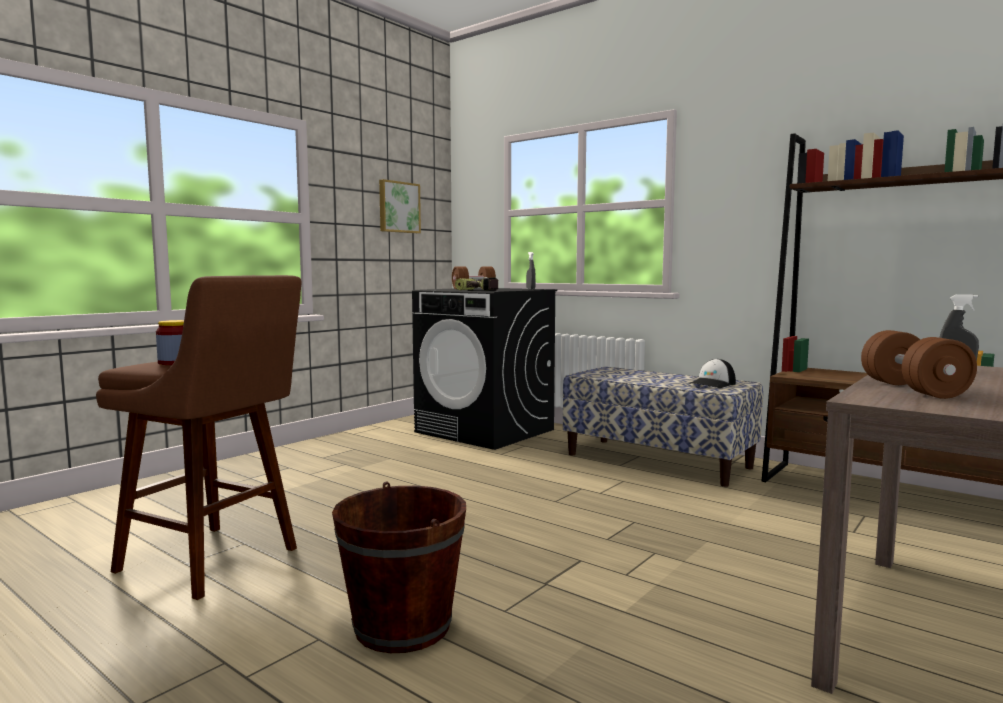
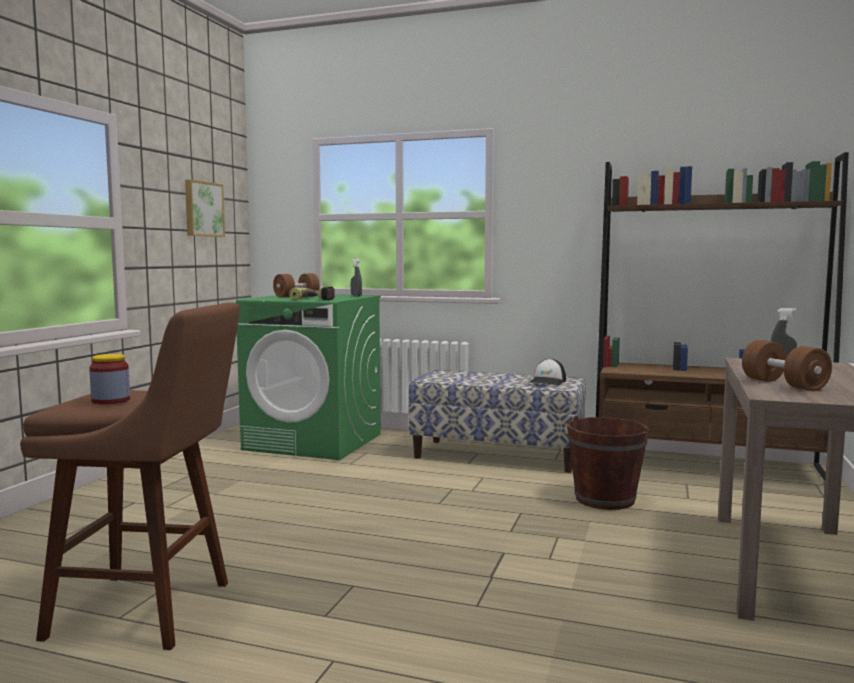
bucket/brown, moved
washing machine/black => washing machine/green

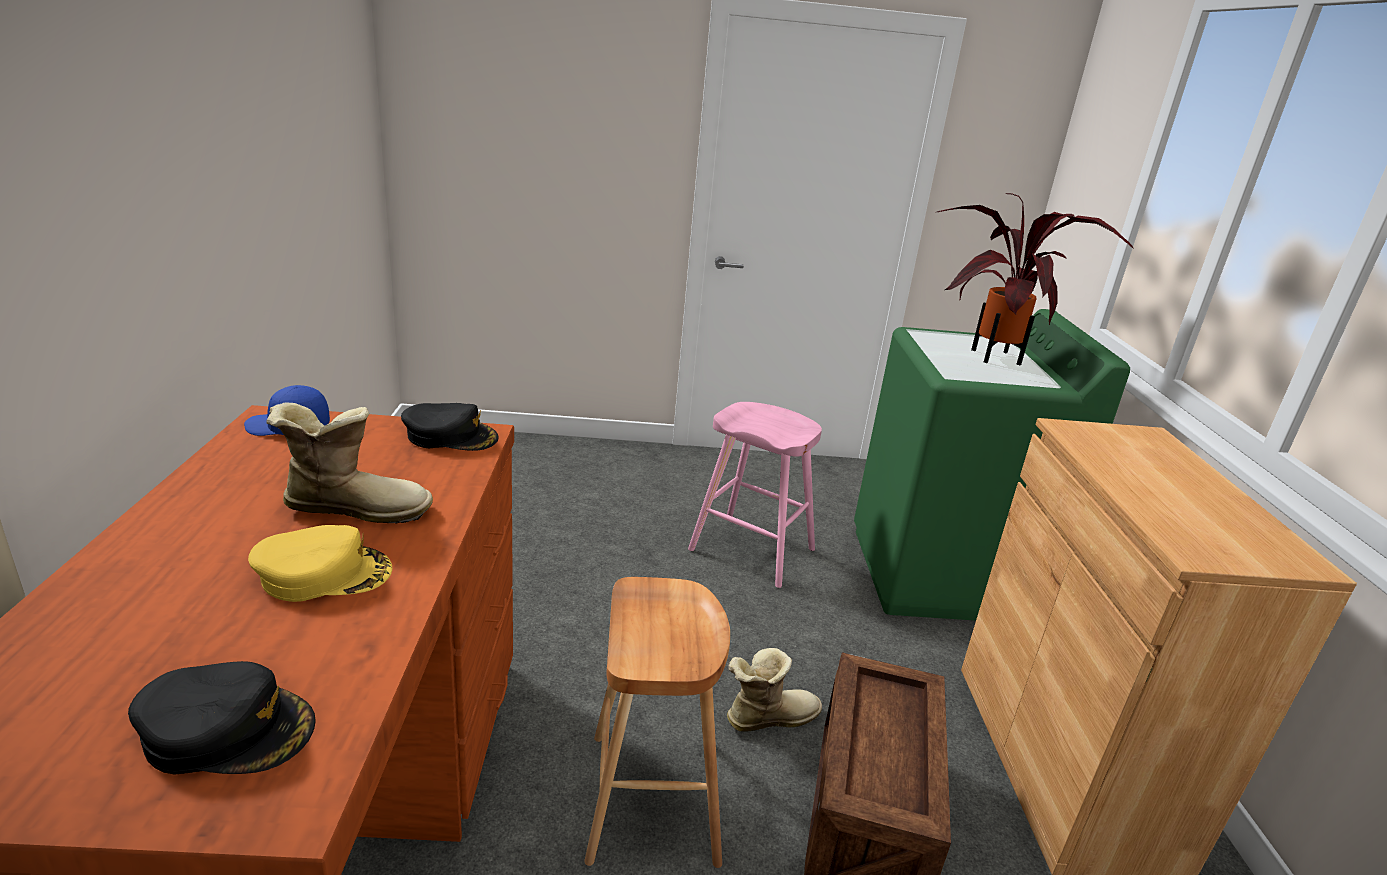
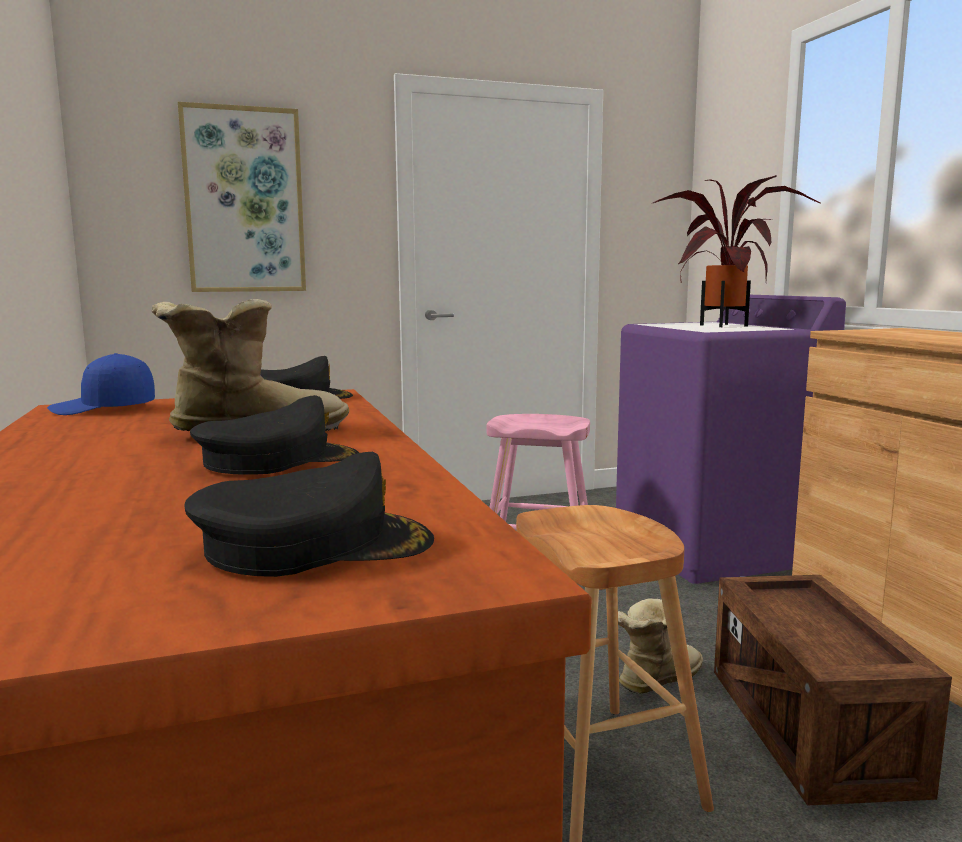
nothing => picture
cap/yellow => cap/black (1st from left)
washing machine/green => washing machine/purple

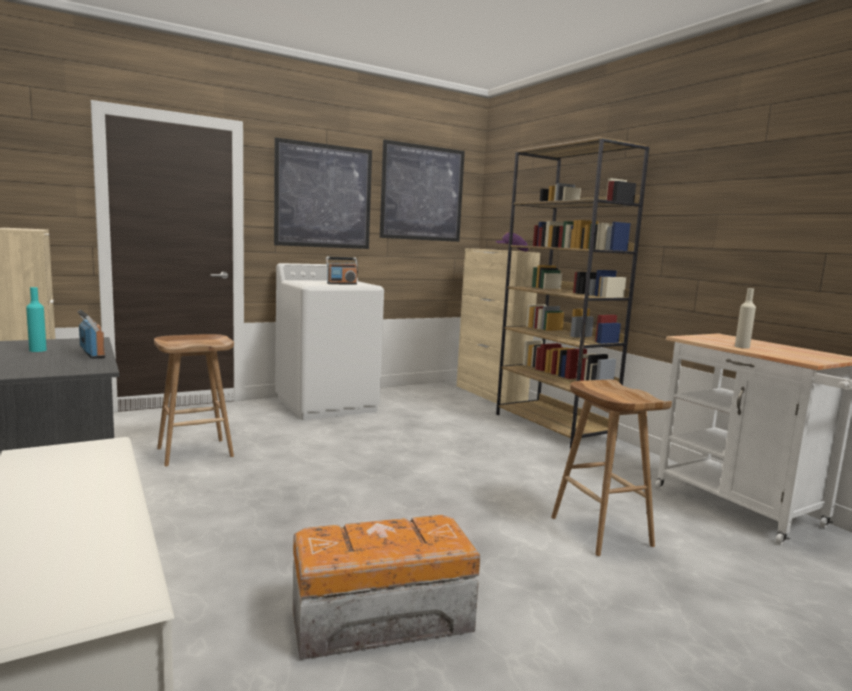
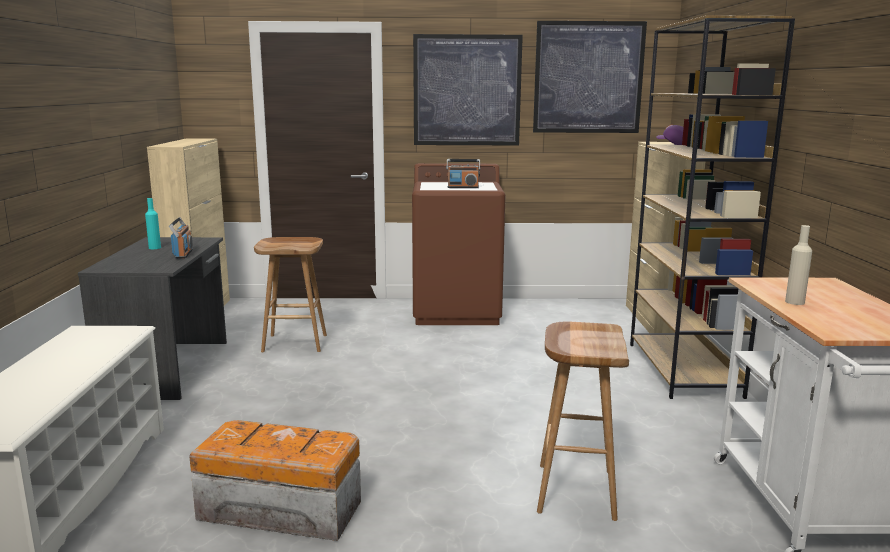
washing machine/white => washing machine/brown

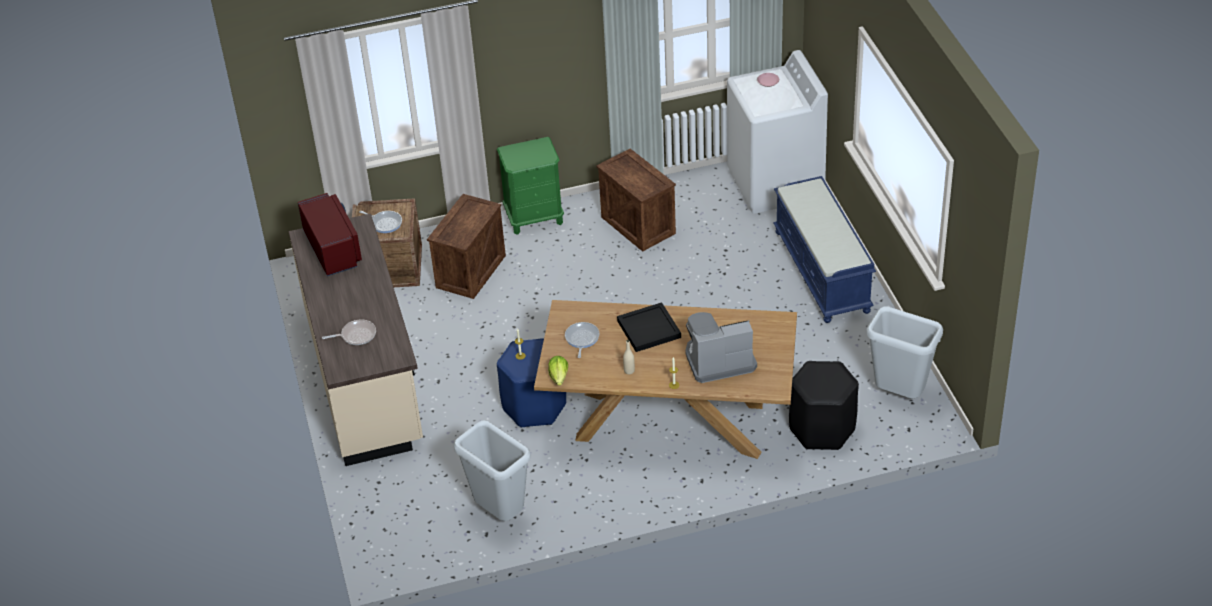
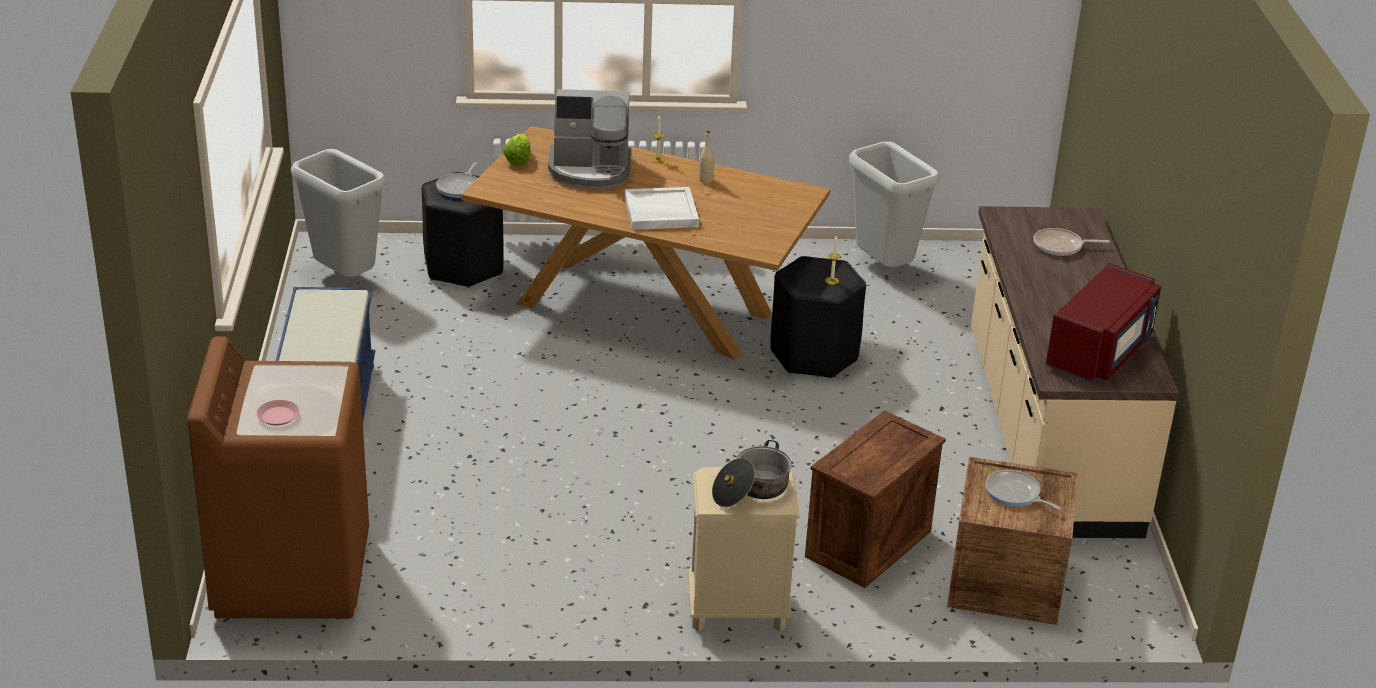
crate (3rd from left) => nothing
nothing => cooking pot
lettuce, moved
frying pan (3rd from left in the first image) => frying pan (1st from left), moved
nightstand/green => nightstand/beige
stool/blue => stool/black (2nd from left)
tray/black => tray/white
washing machine/white => washing machine/brown
microwave/red, 135 degrees counterclockwise

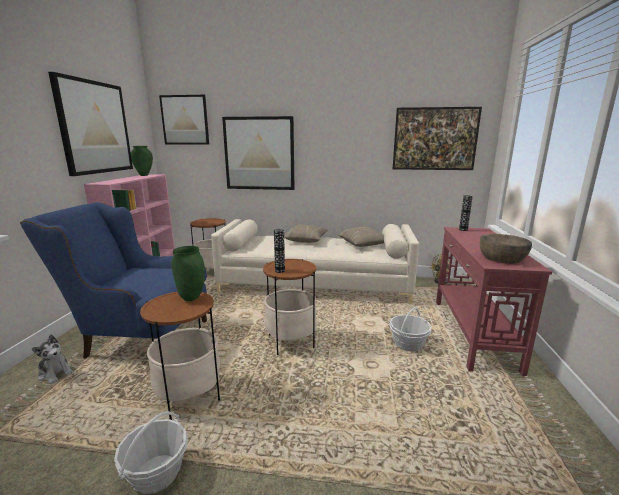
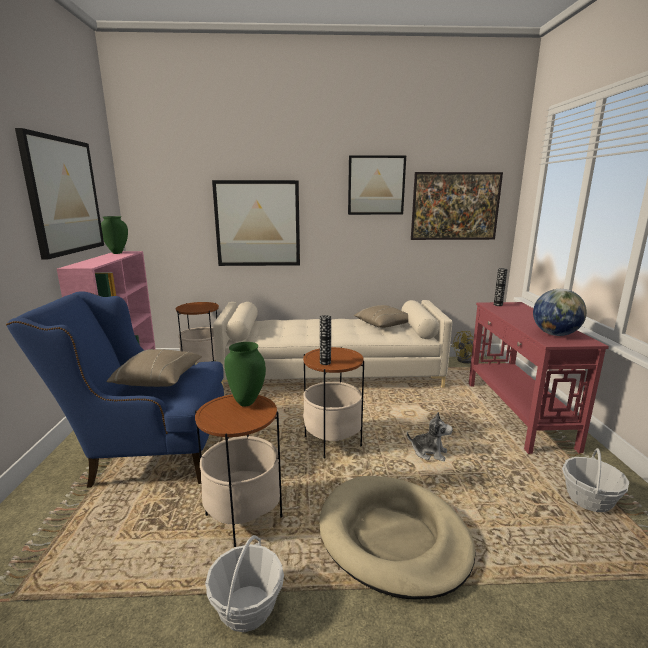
nothing => dog bed/beige
plush toy, moved
picture (2nd from left in the first image) => picture (3rd from left), moved
pillow/beige (1st from left), moved
basket (2nd from left), moved
bowl/brown => globe

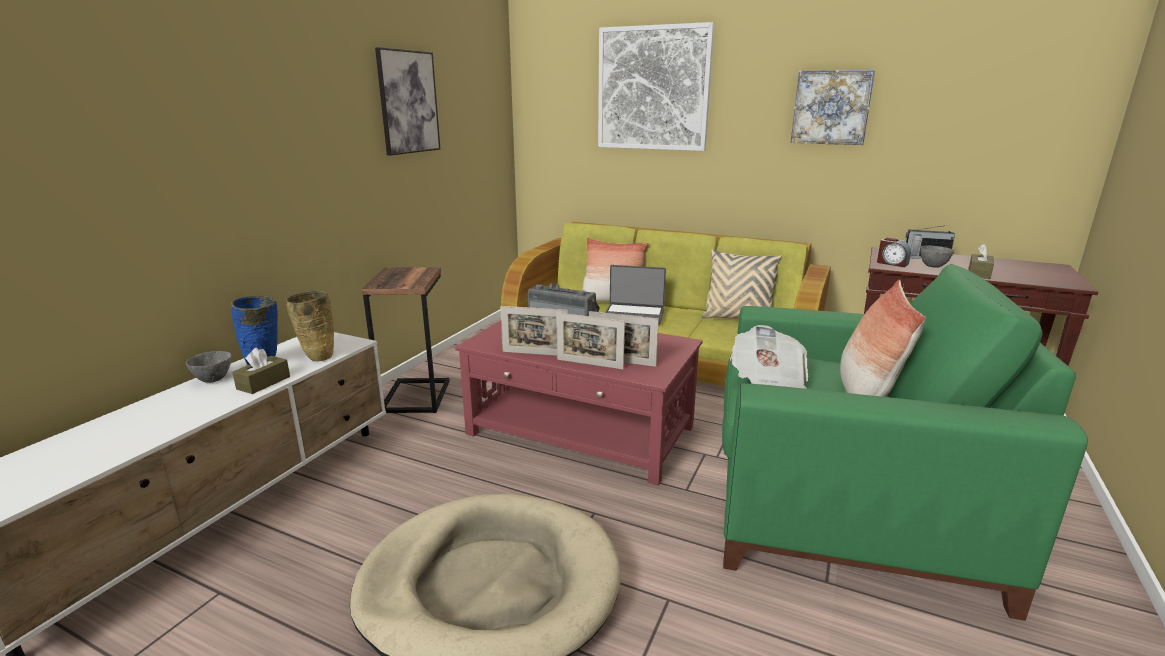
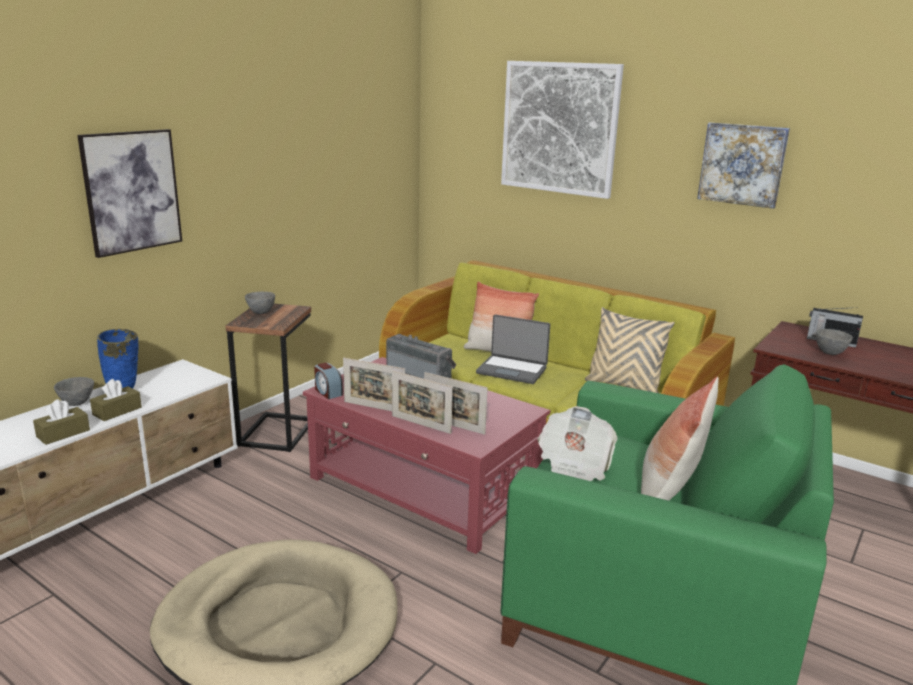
vase/beige => nothing
nothing => bowl/grey (2nd from left)
picture (1st from left), moved
alarm clock, moved
tissue box/brown (2nd from left in the first image) => tissue box/brown (1st from left), moved

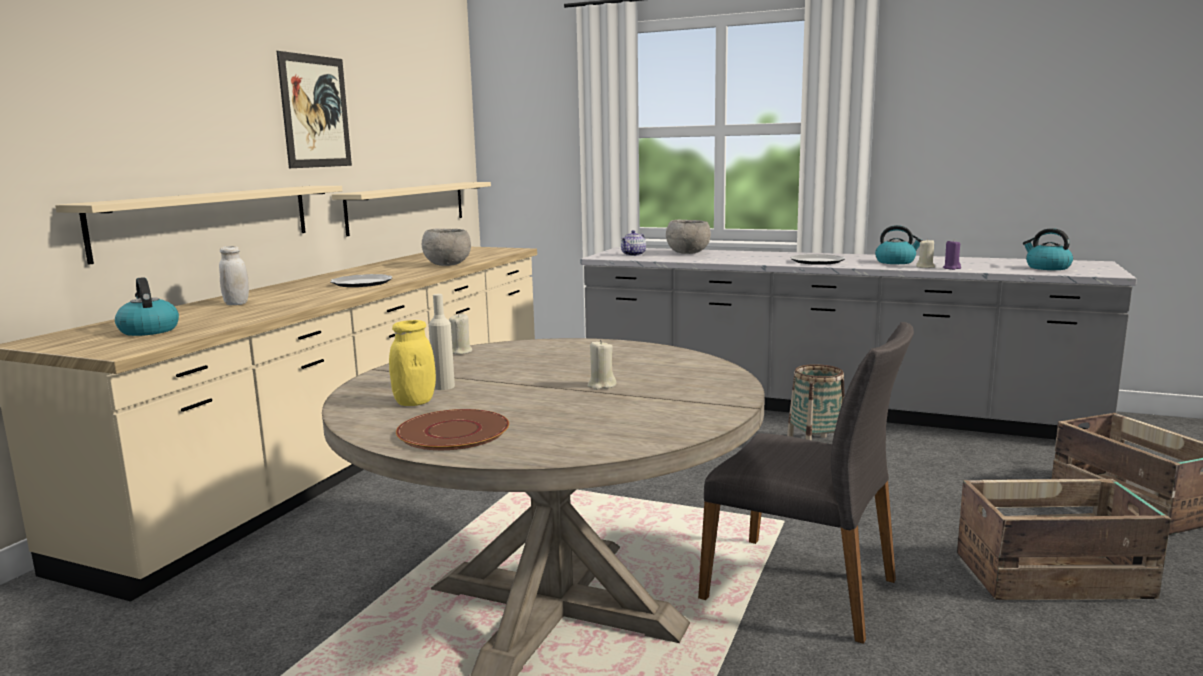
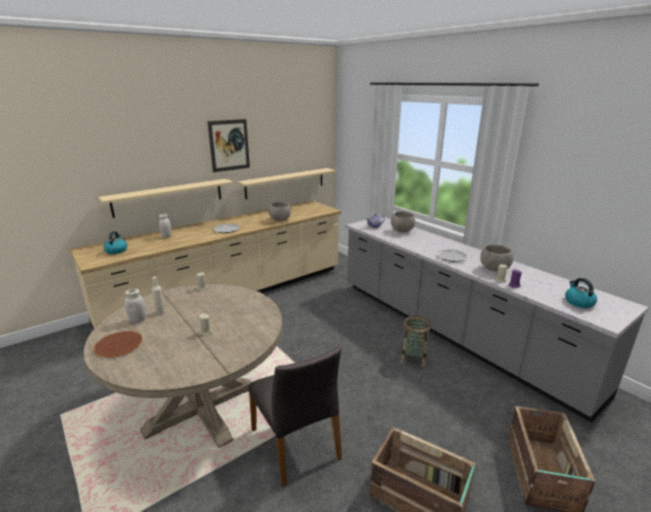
kettle (2nd from left) => bowl/grey (3rd from left)
jar/yellow => jar/white (1st from left)

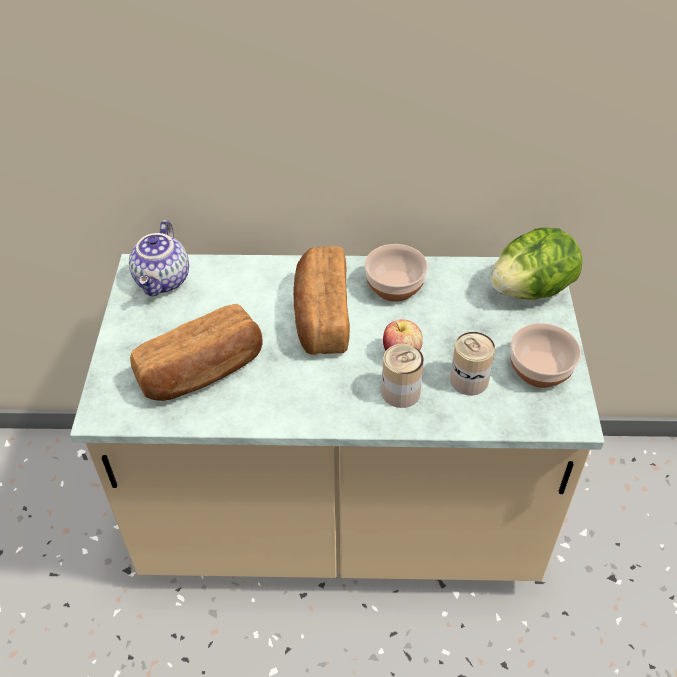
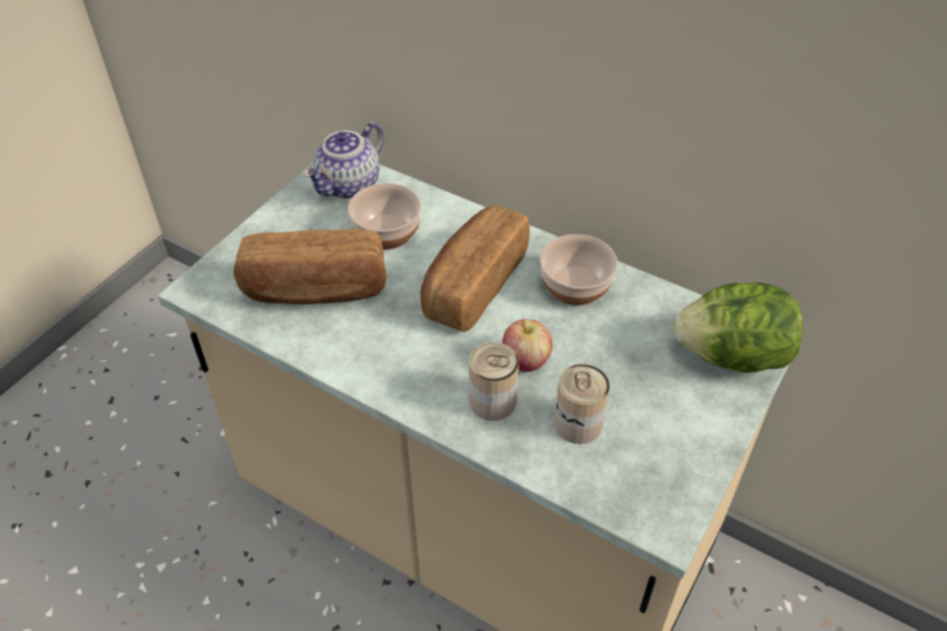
bowl (2nd from left in the first image) => bowl (1st from left), moved

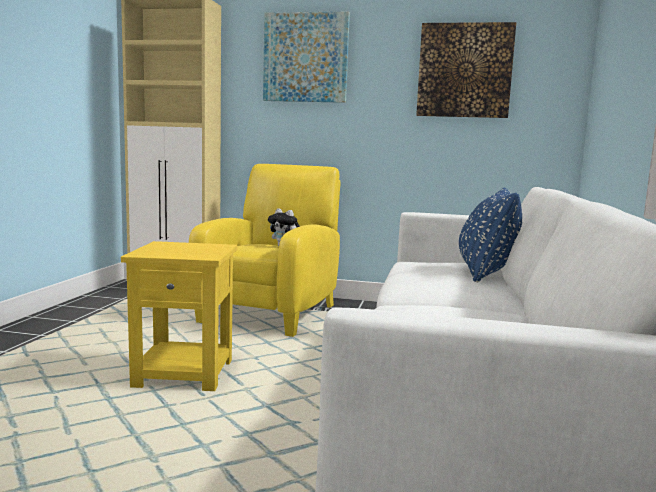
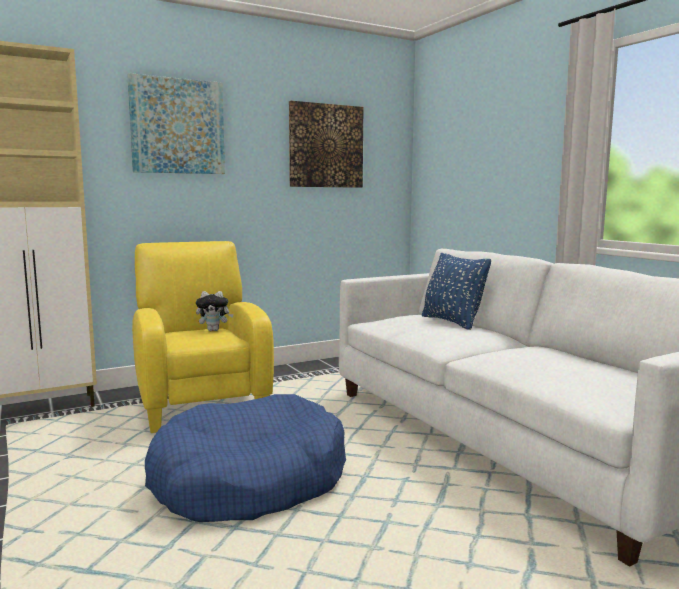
side table/yellow => dog bed/blue

